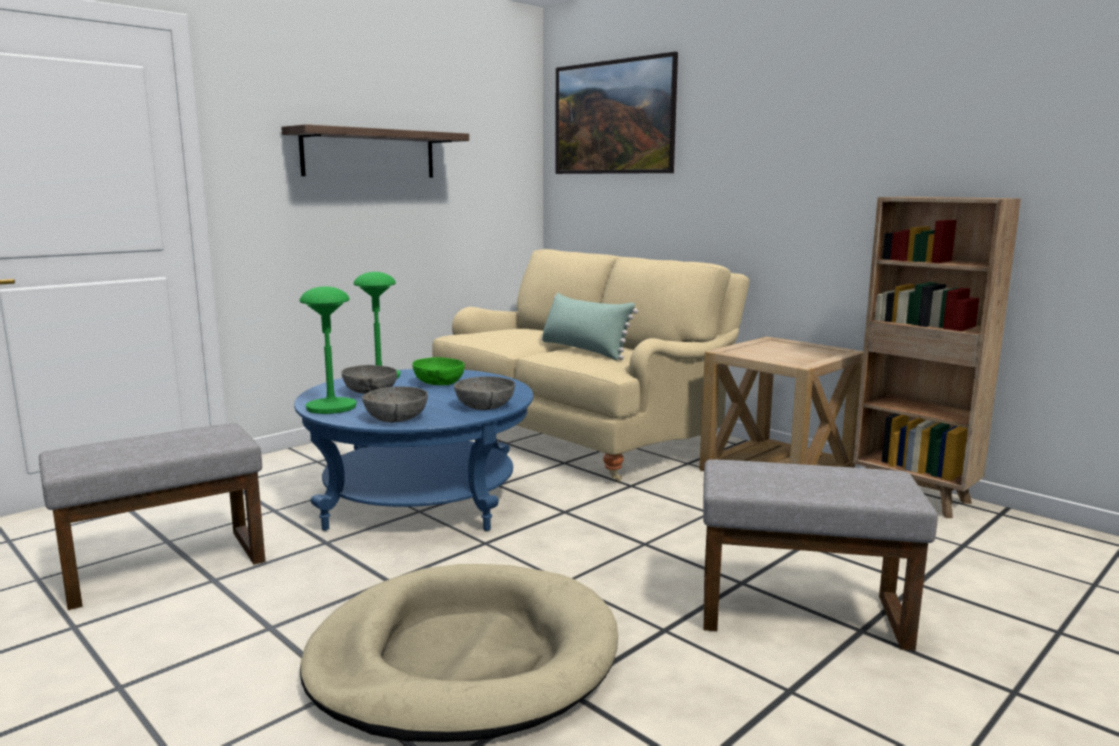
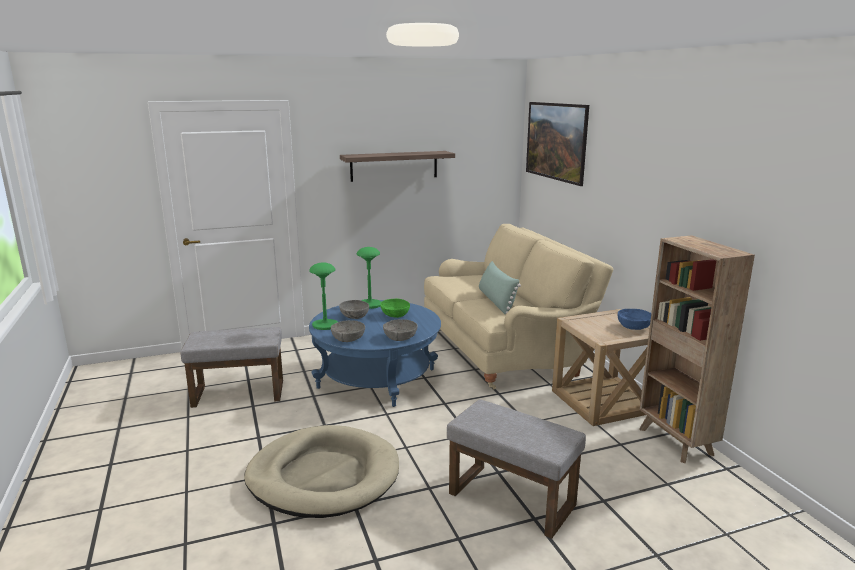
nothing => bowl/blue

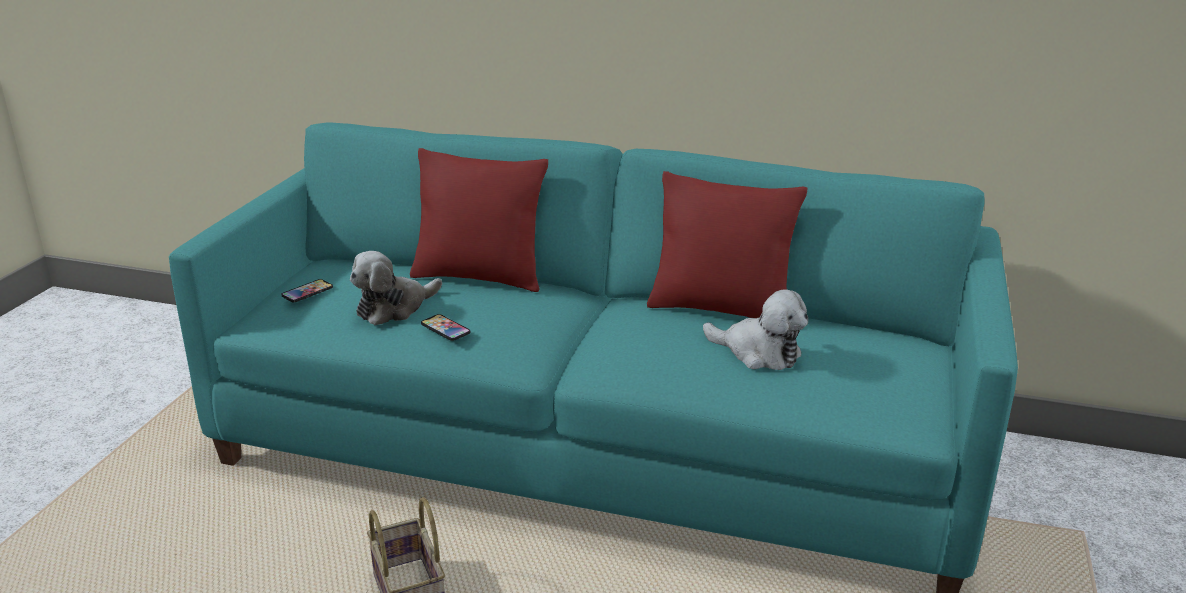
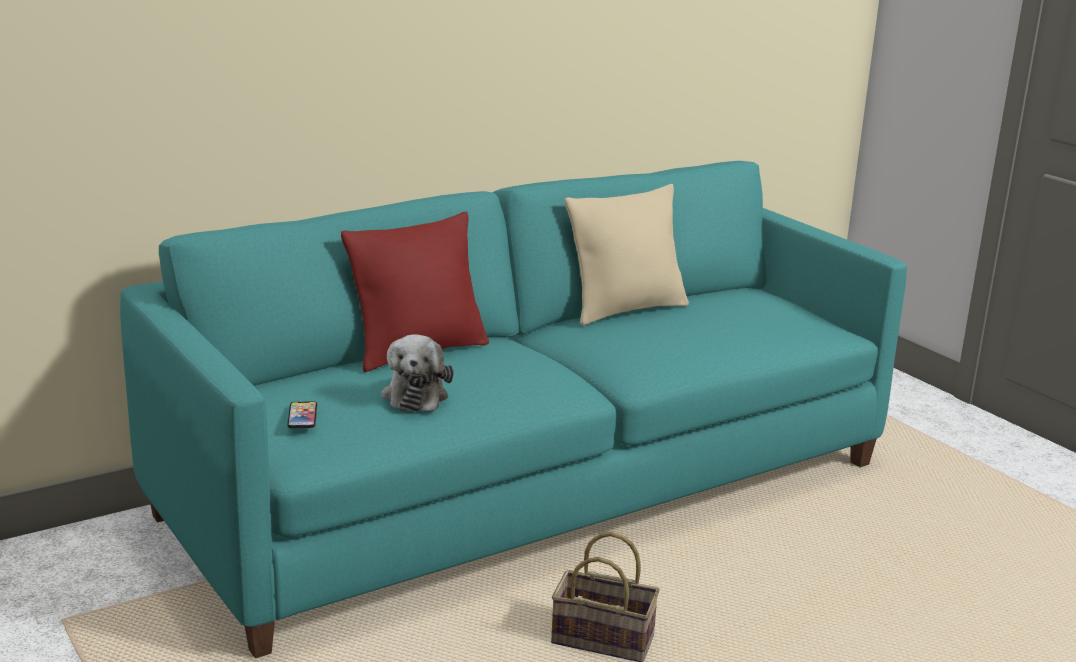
phone (2nd from left) => nothing
plush toy (2nd from left) => nothing
pillow/red (2nd from left) => pillow/beige

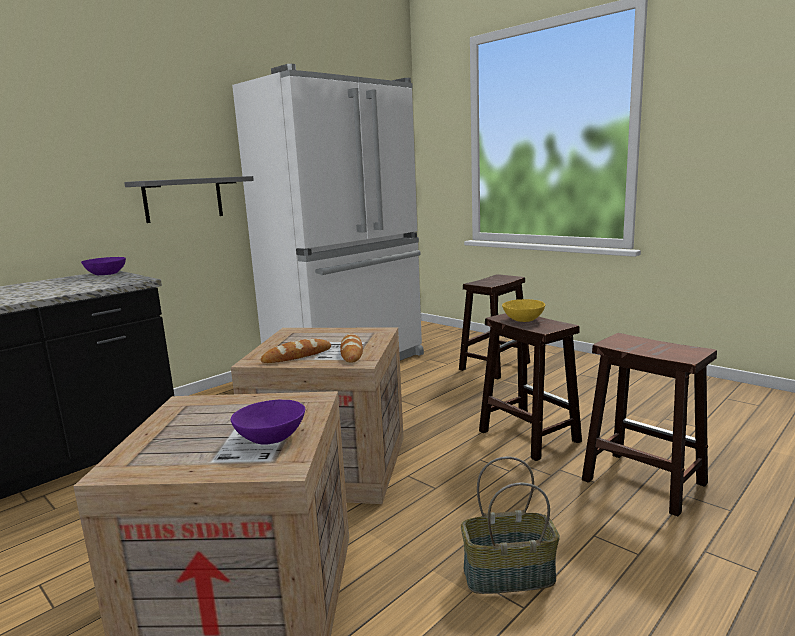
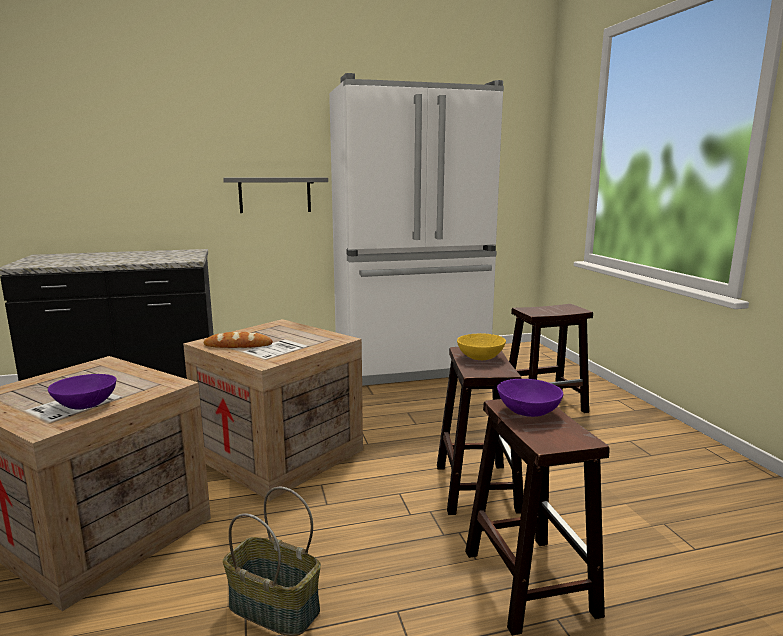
bread (2nd from left) => nothing
bowl/purple (1st from left in the first image) => bowl/purple (2nd from left), moved

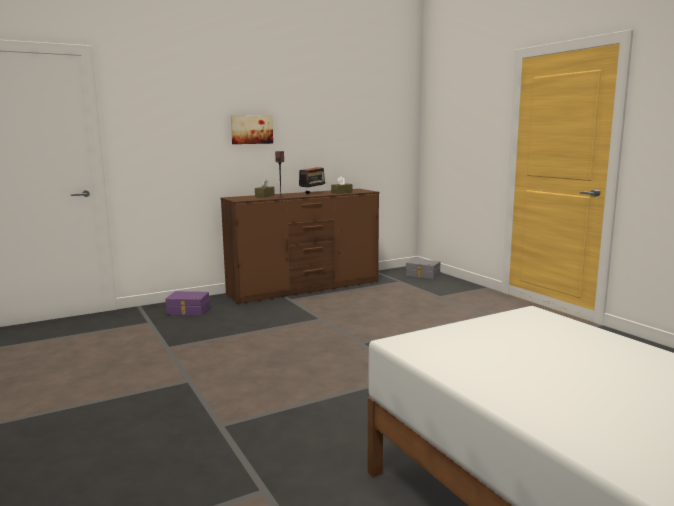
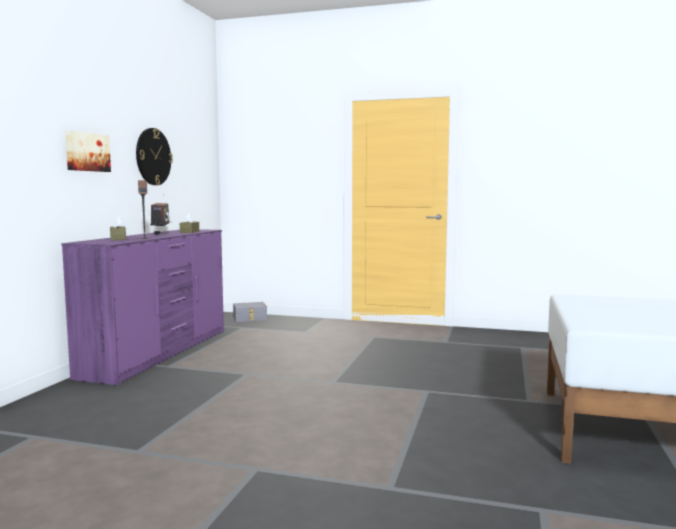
storage box/purple => nothing
nothing => wall clock
dresser/brown => dresser/purple

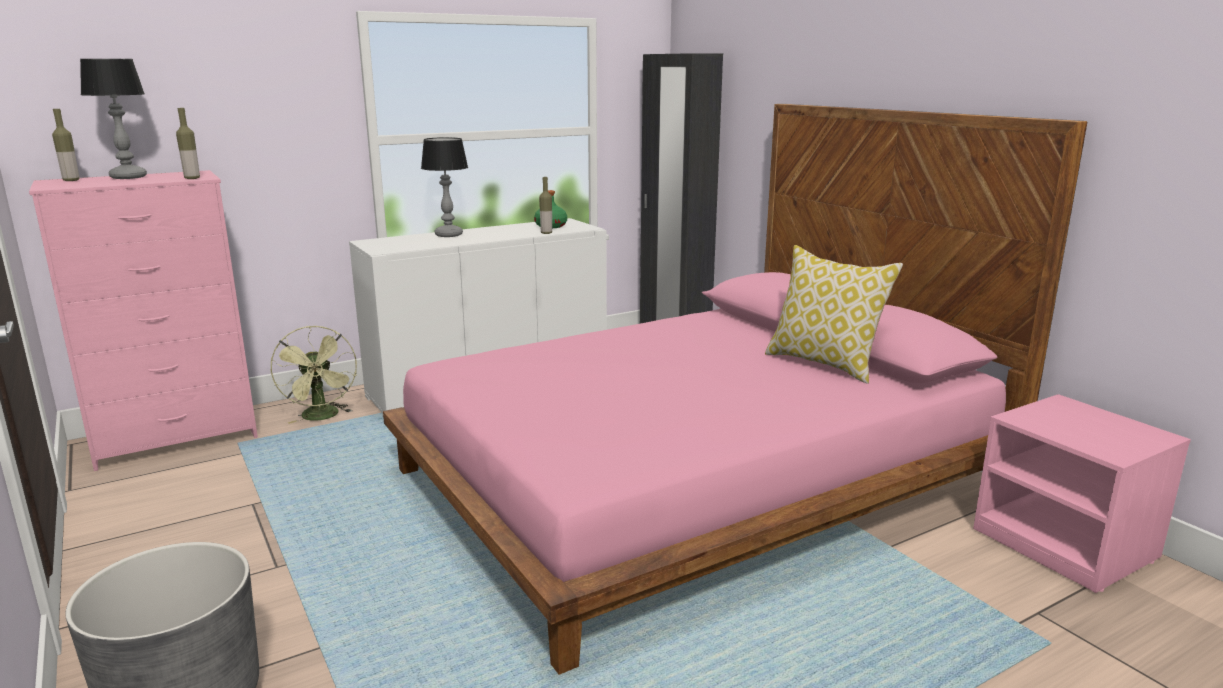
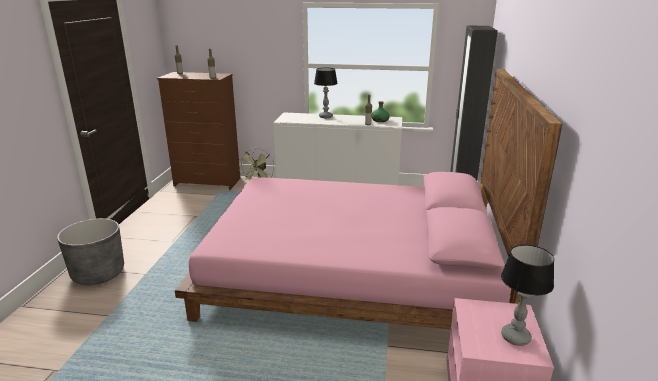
pillow => nothing
table lamp (1st from left in the first image) => table lamp (2nd from left), moved
dresser/pink => dresser/brown

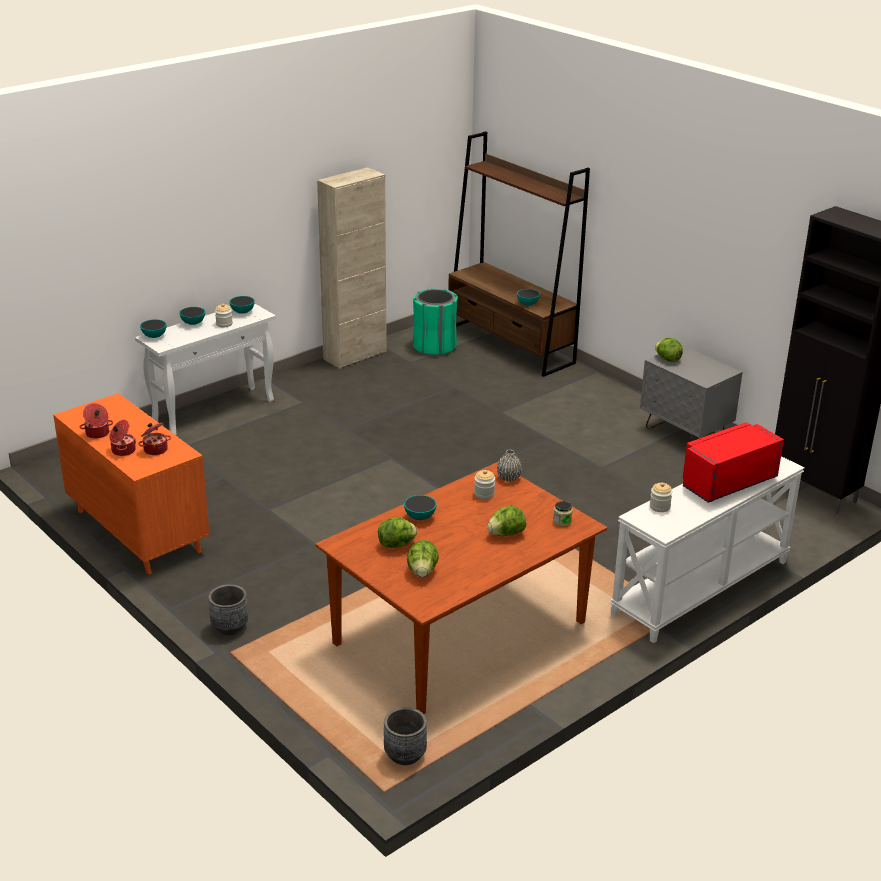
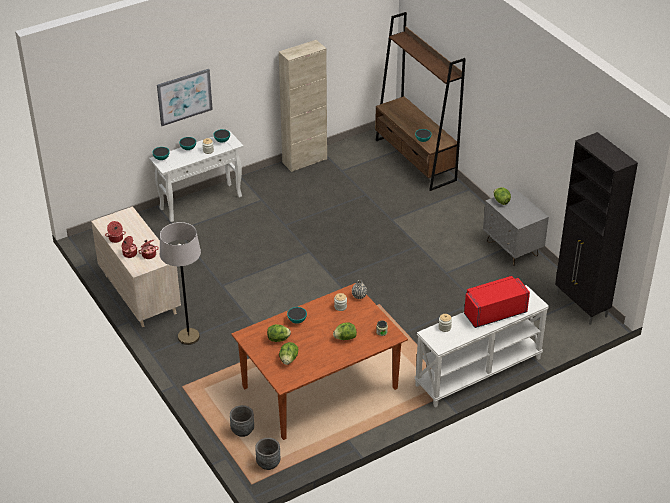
trash can/green => nothing
nothing => picture
nothing => floor lamp/grey
planter/grey (1st from left), moved
dresser/orange => dresser/beige

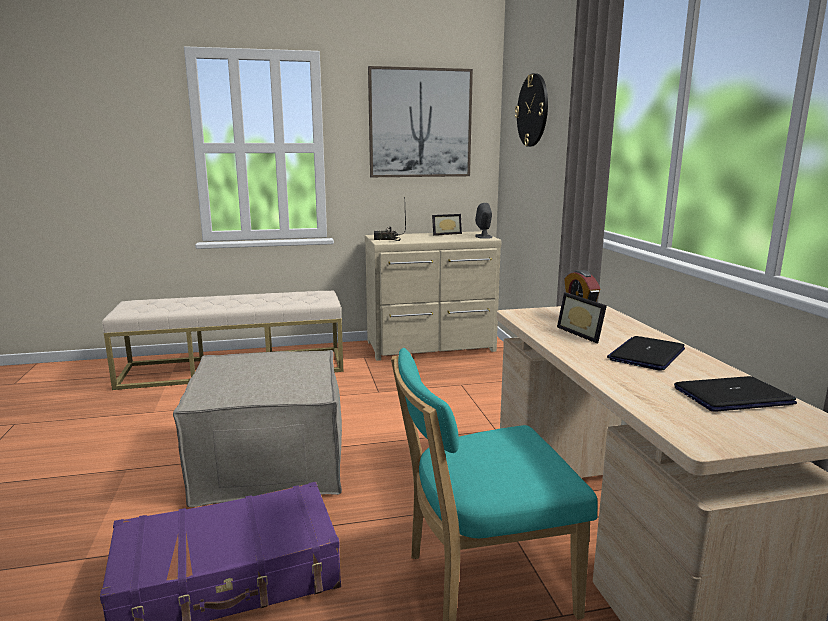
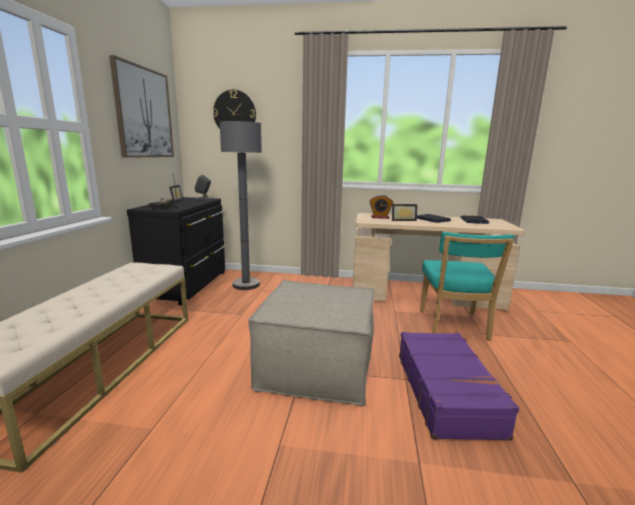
nothing => floor lamp/grey
dresser/beige => dresser/black

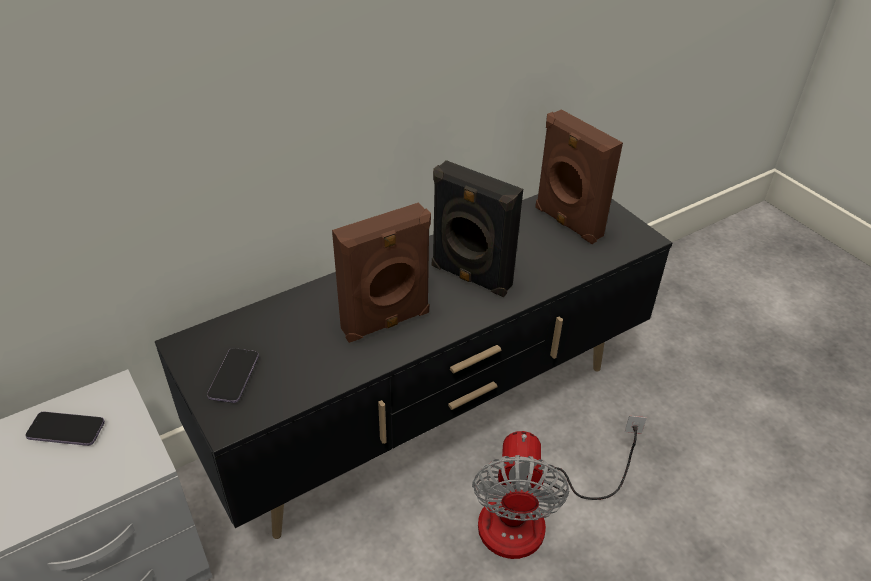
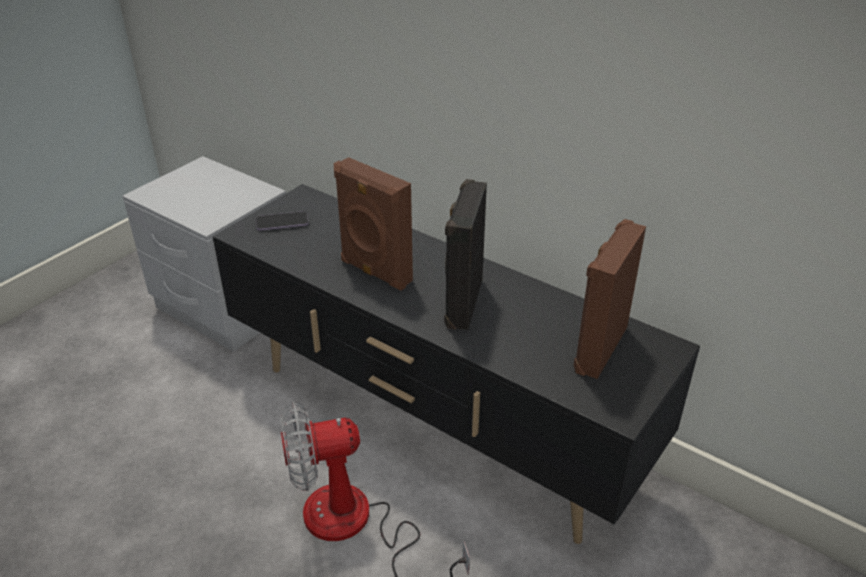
phone (1st from left) => nothing

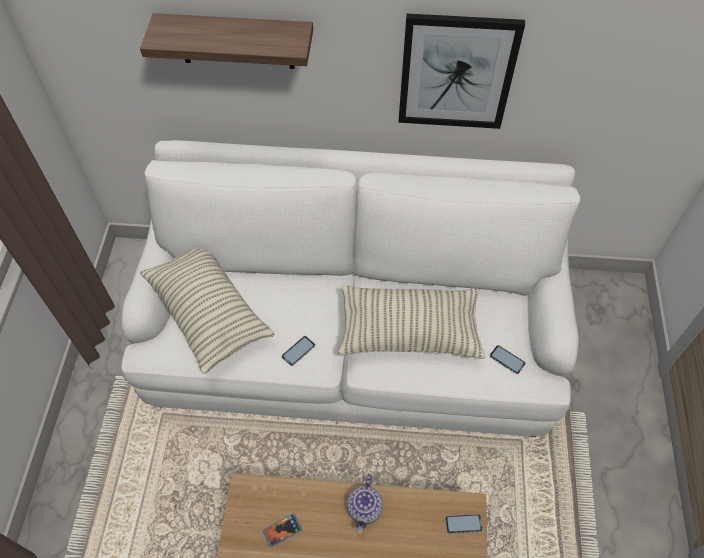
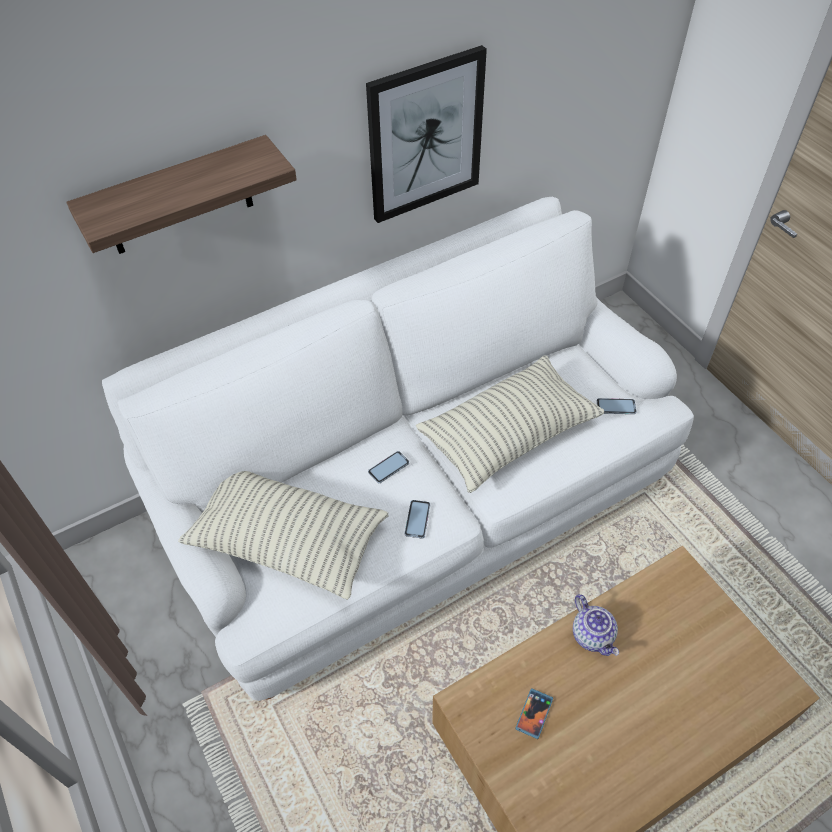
phone (3rd from left in the first image) => phone (1st from left), moved

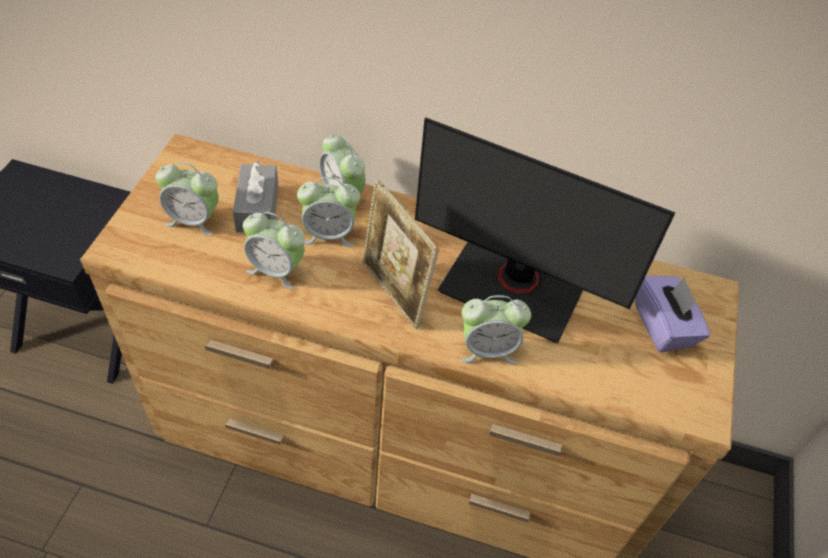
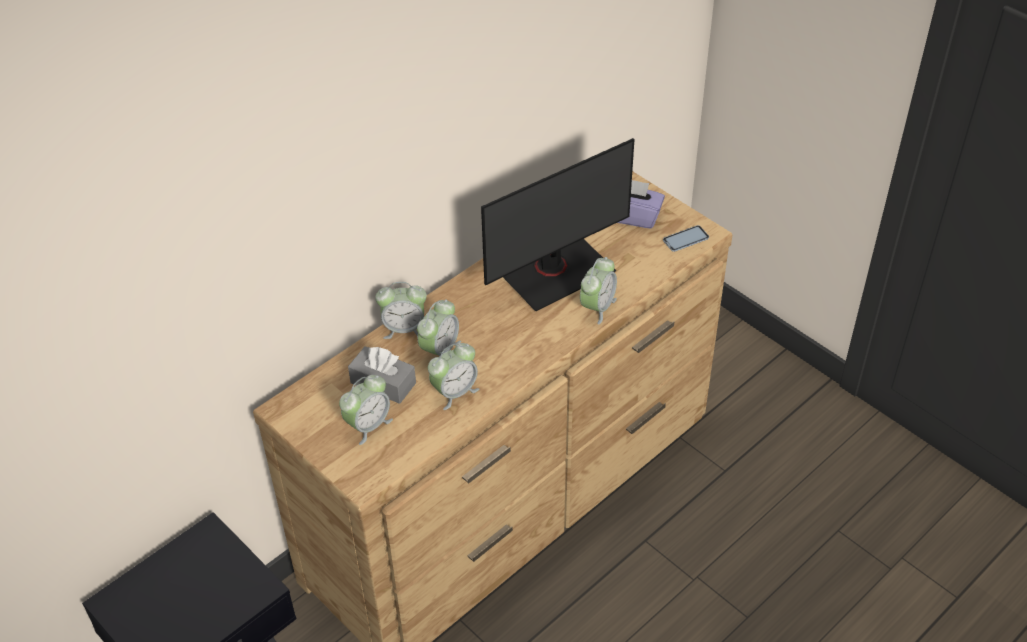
picture frame => nothing
nothing => phone

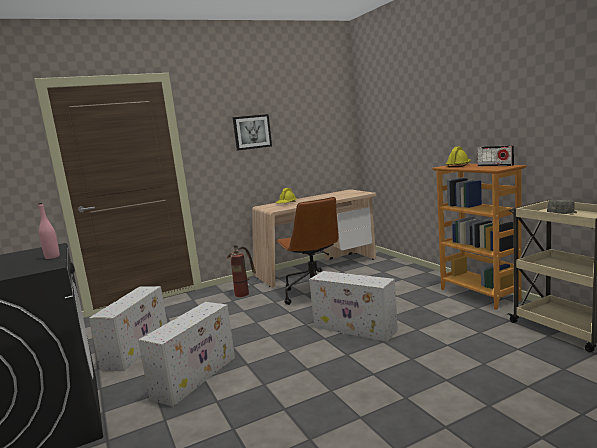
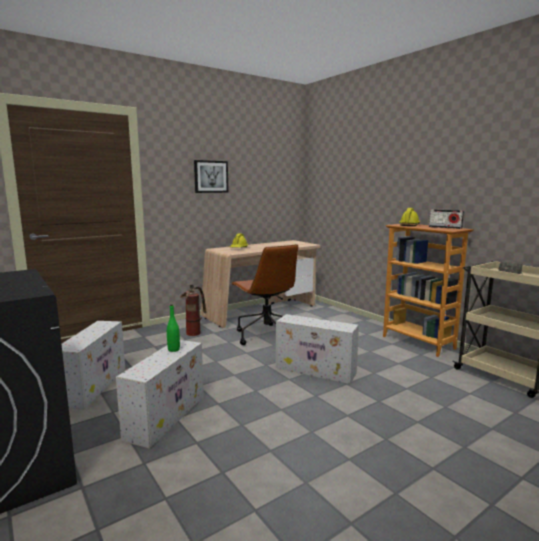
bottle/pink => nothing
nothing => bottle/green

